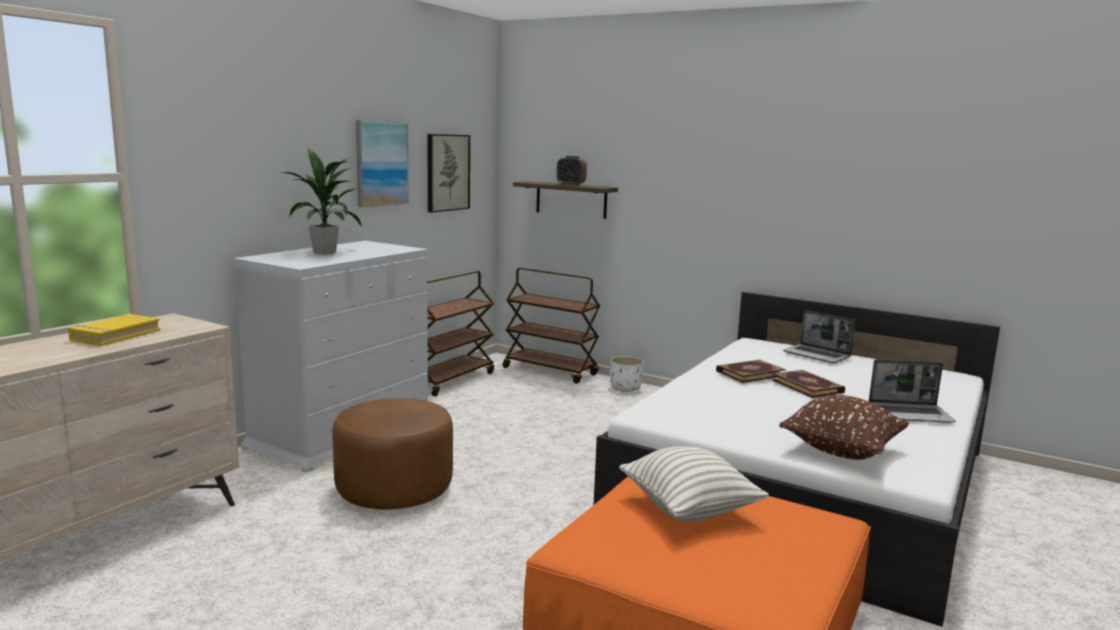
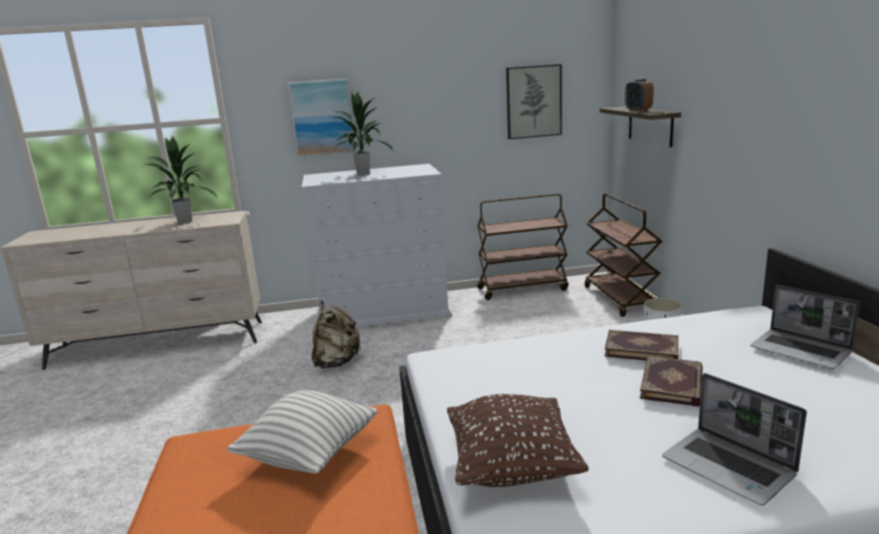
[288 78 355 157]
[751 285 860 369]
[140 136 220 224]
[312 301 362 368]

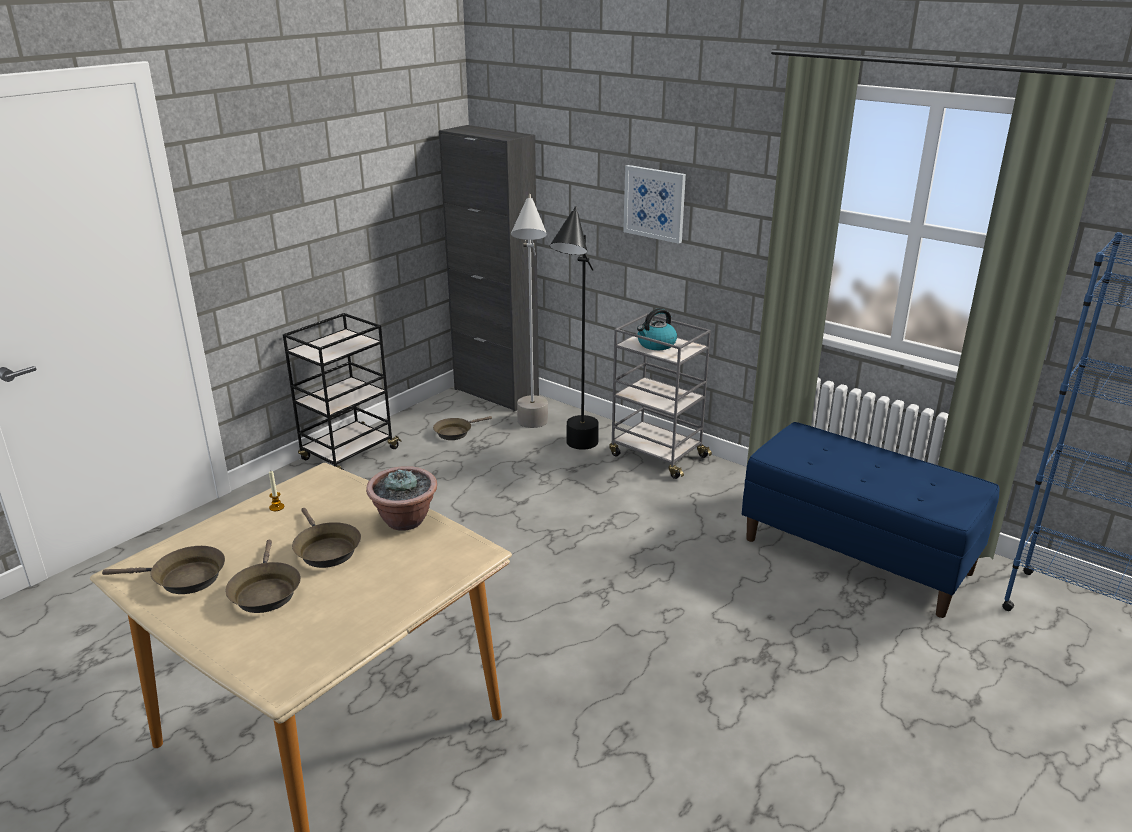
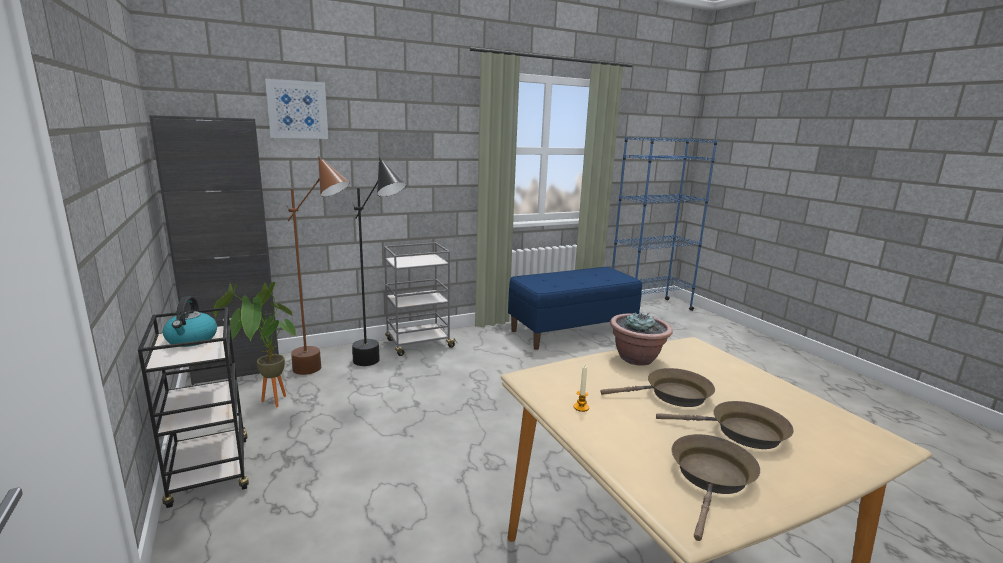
[265 79 328 139]
[286 157 350 375]
[163 296 217 347]
[214 282 296 407]

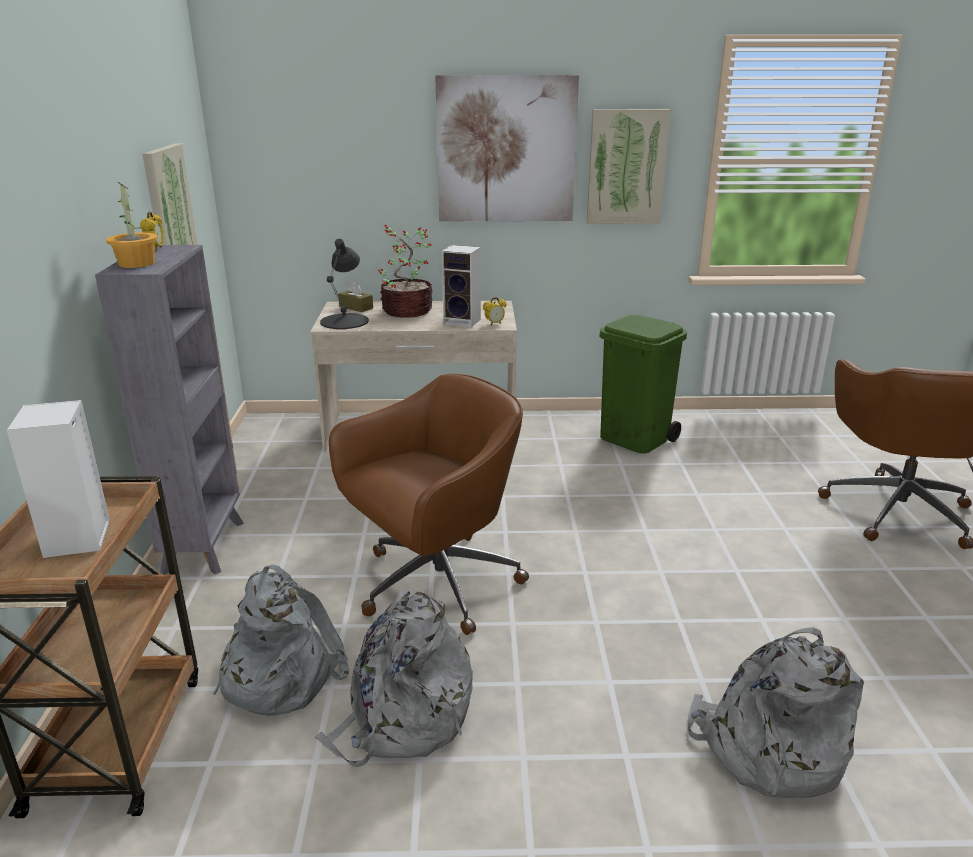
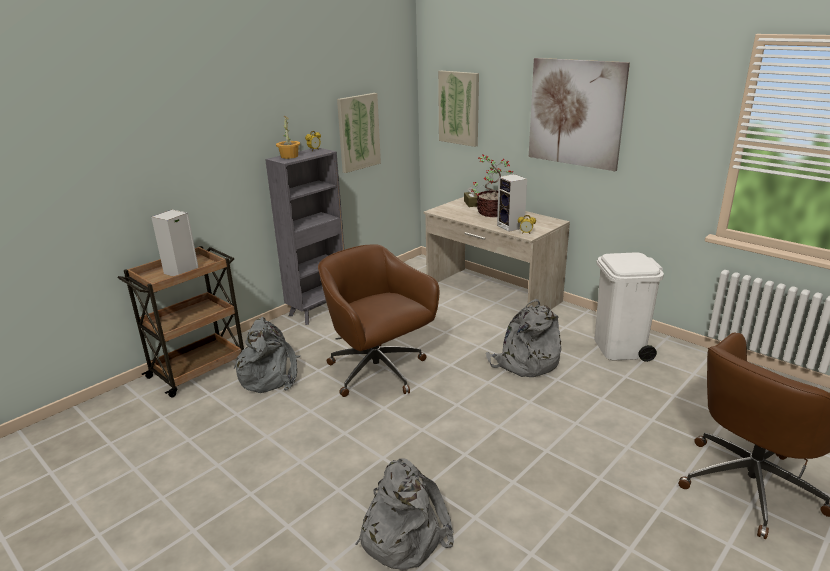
[438 71 479 147]
[320 239 369 329] (first image)
[594 252 664 362]
[318 244 439 397]
[486 299 562 377]

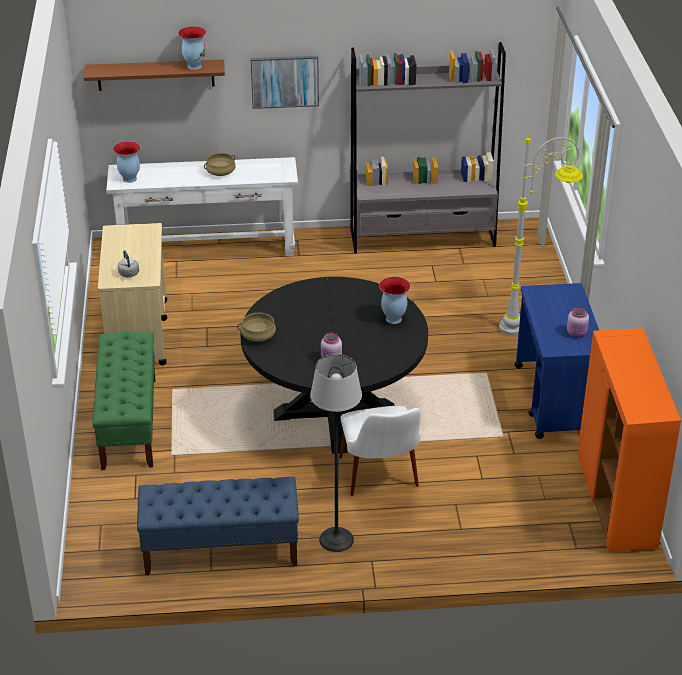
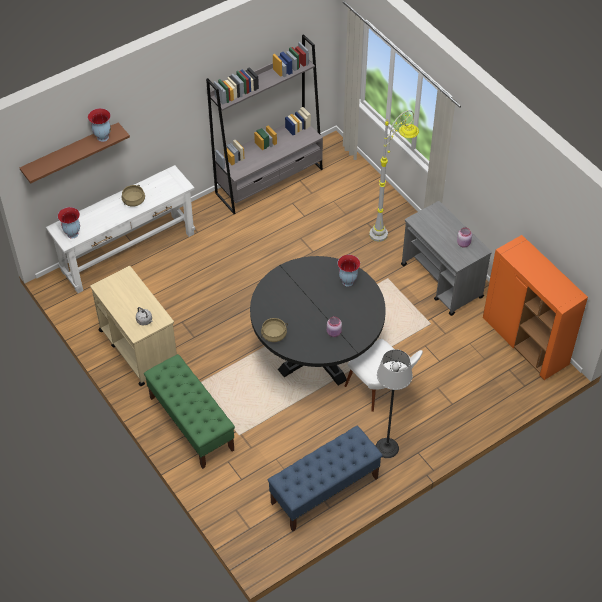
[251 56 319 109] (first image)
[401 201 492 316]

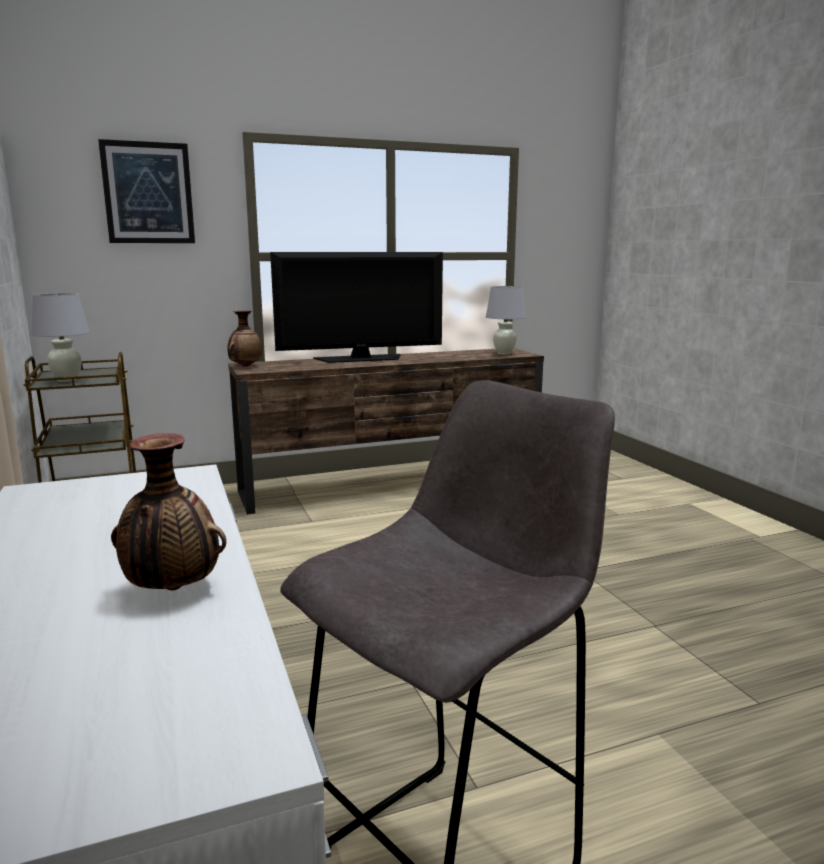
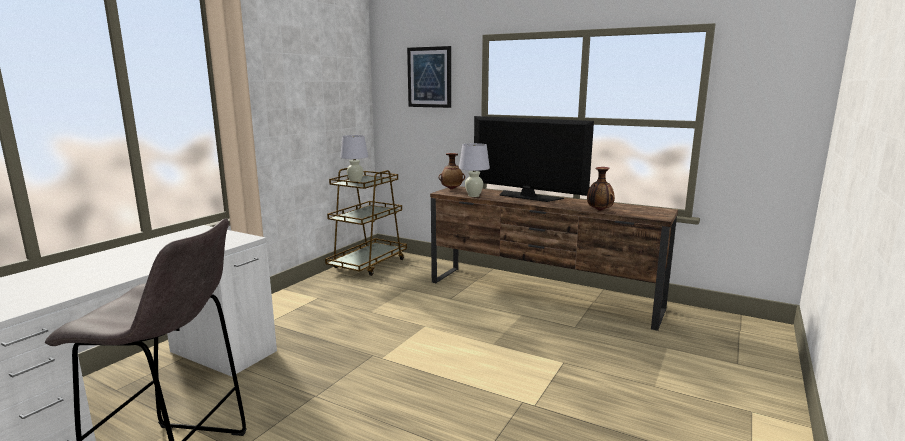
[459 143 490 197]
[587 167 615 211]

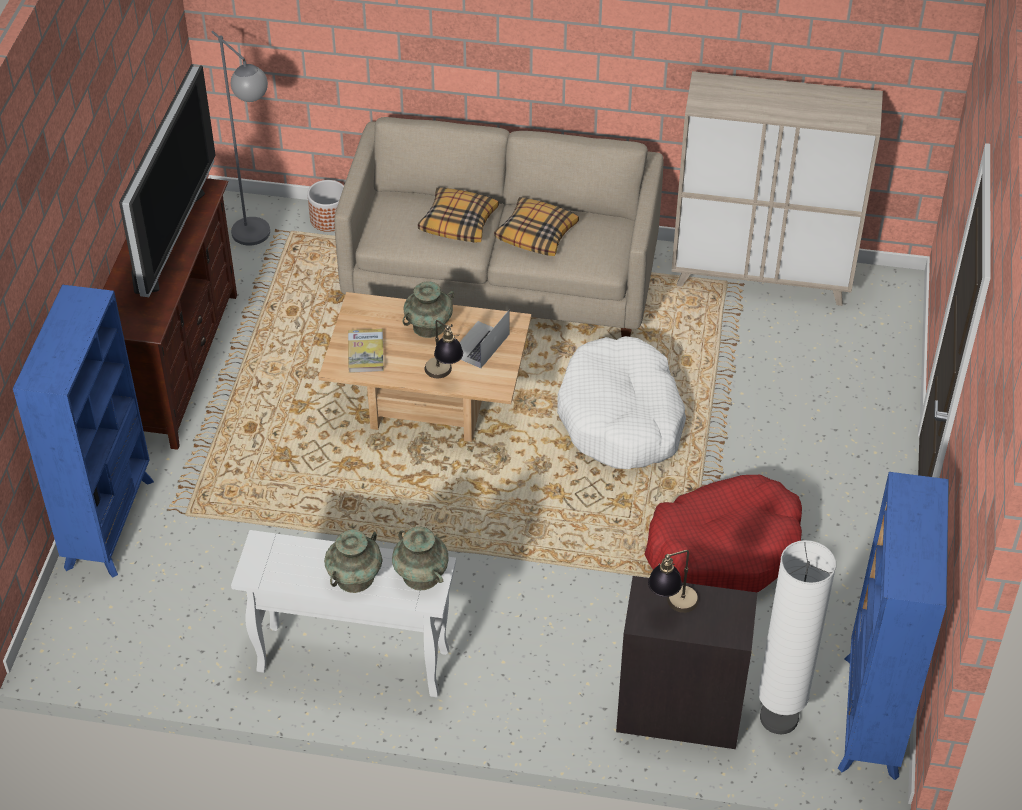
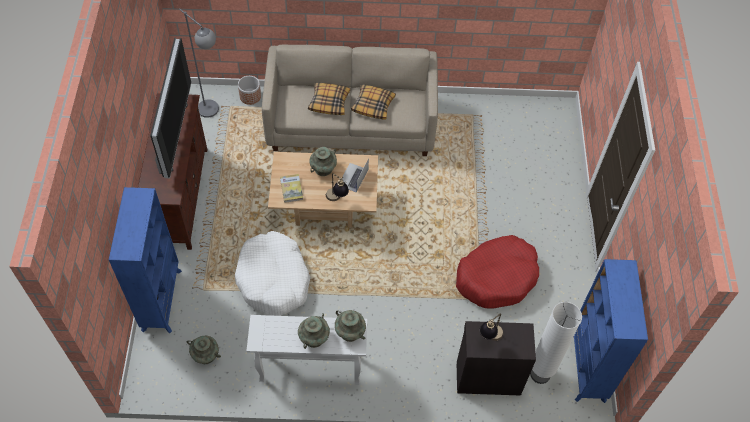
[671 71 883 306] (first image)
[235 231 311 316]
[187 336 221 364]

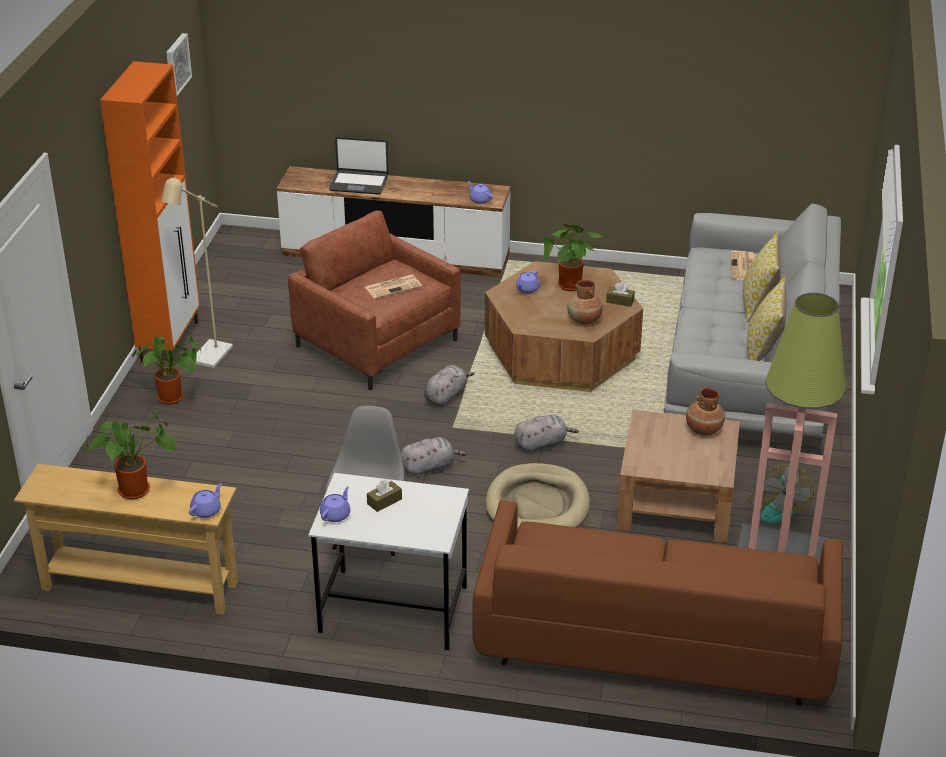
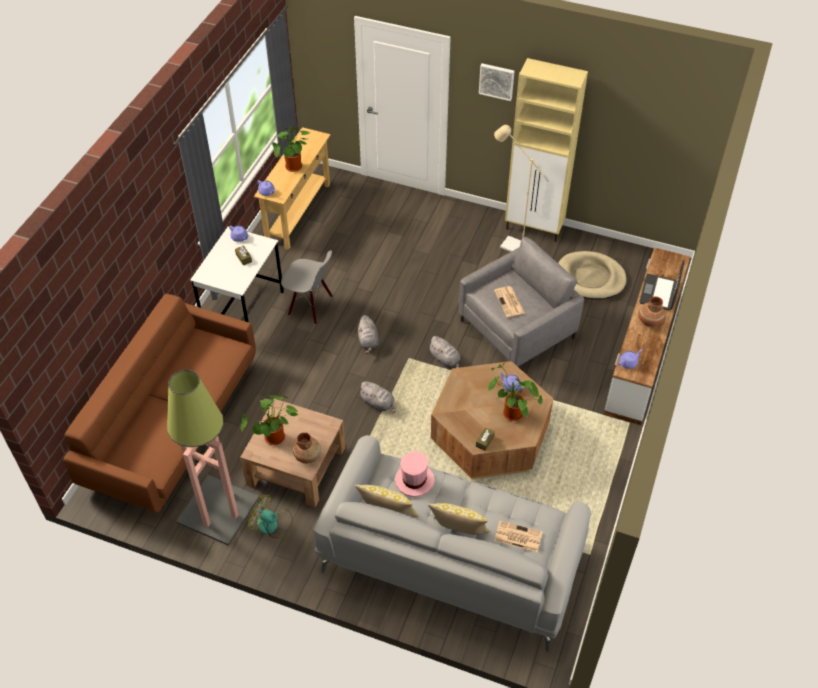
[479 63 514 101]
[505 58 588 242]
[459 237 584 367]
[638 296 665 327]
[241 395 298 445]
[358 381 395 414]
[558 251 627 300]
[395 451 435 497]

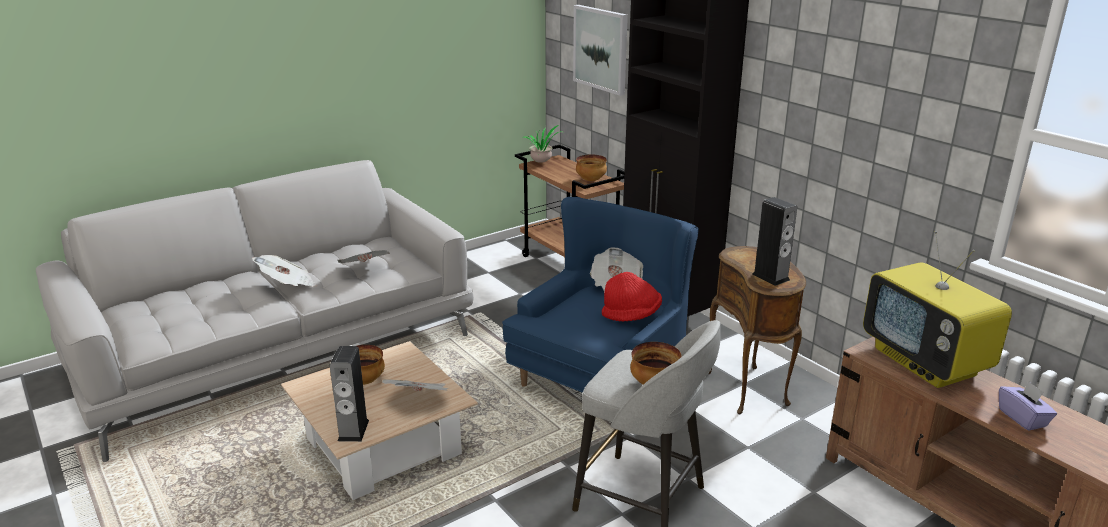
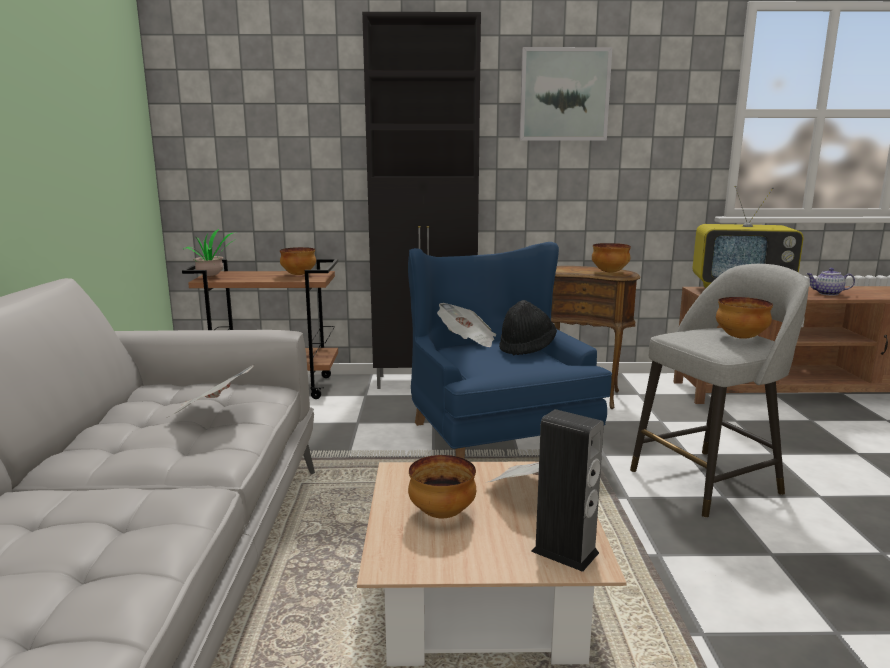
[520 47 612 141]
[592 243 631 273]
[252 255 317 287] (first image)
[499 300 557 355]
[807 268 855 296]

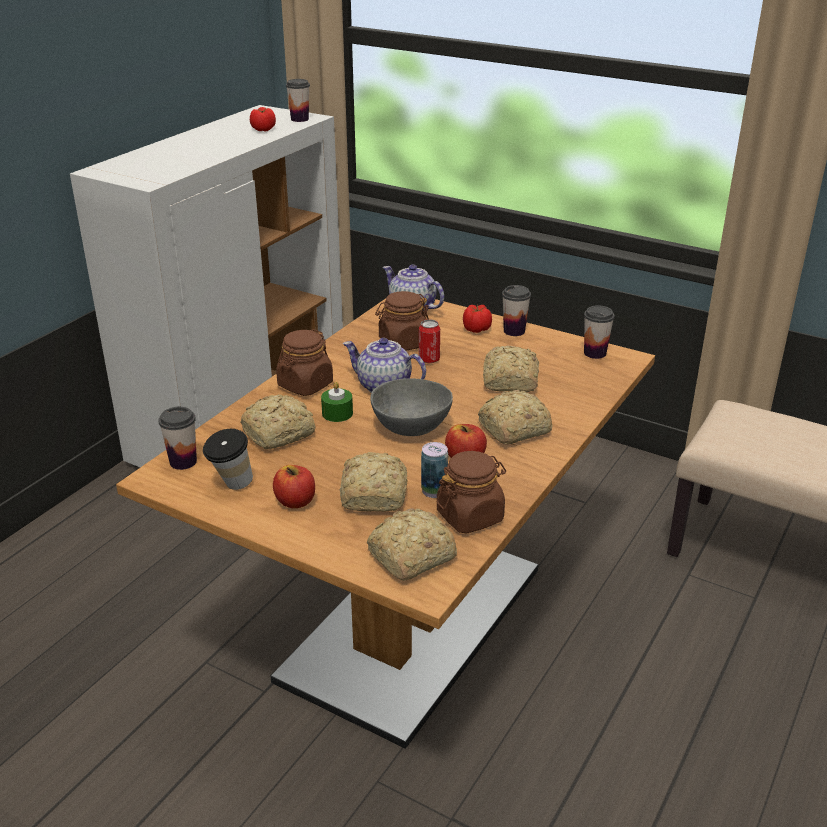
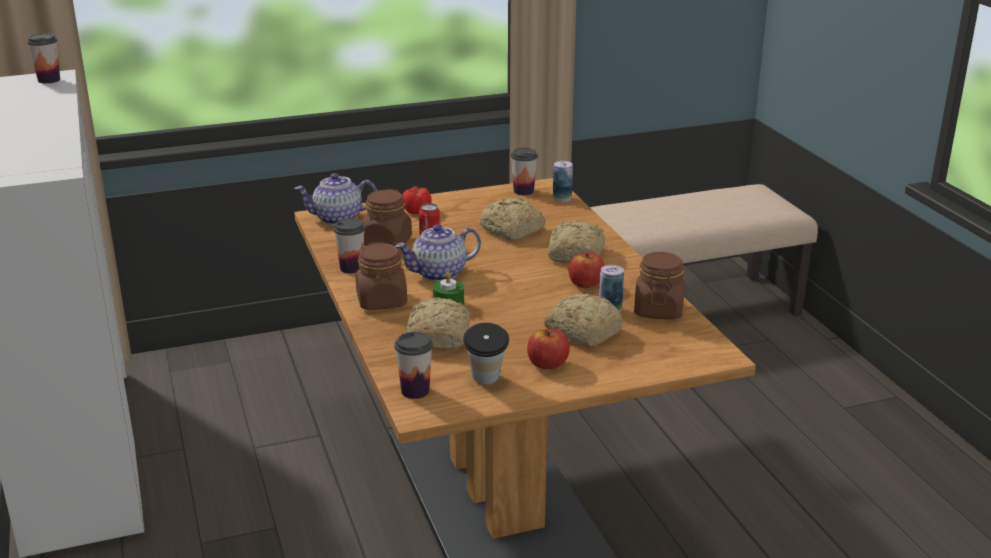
[250 107 276 131] (first image)
[333 218 365 274]
[370 378 453 436] (first image)
[367 508 457 581] (first image)
[553 161 573 202]

